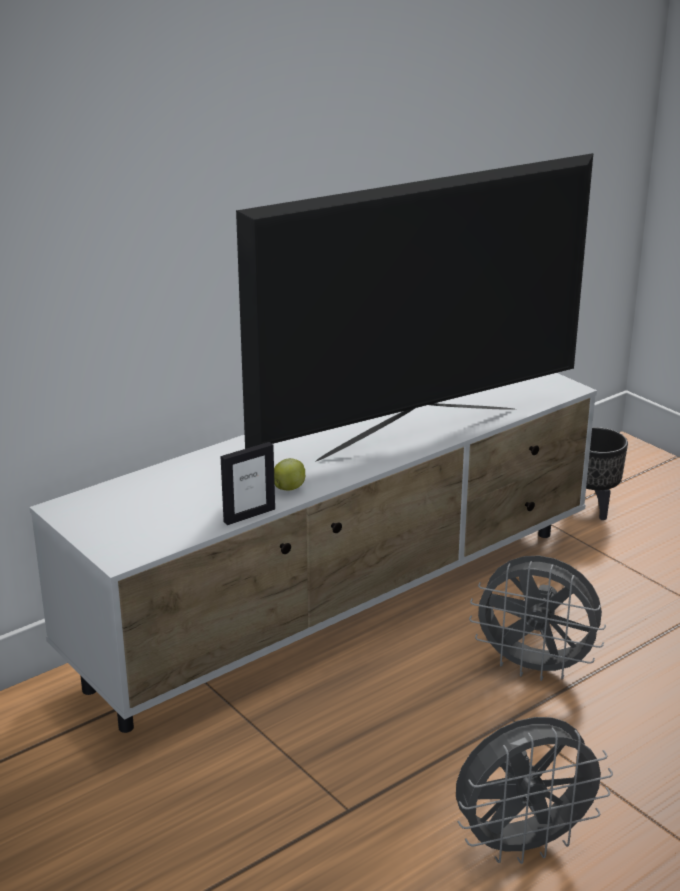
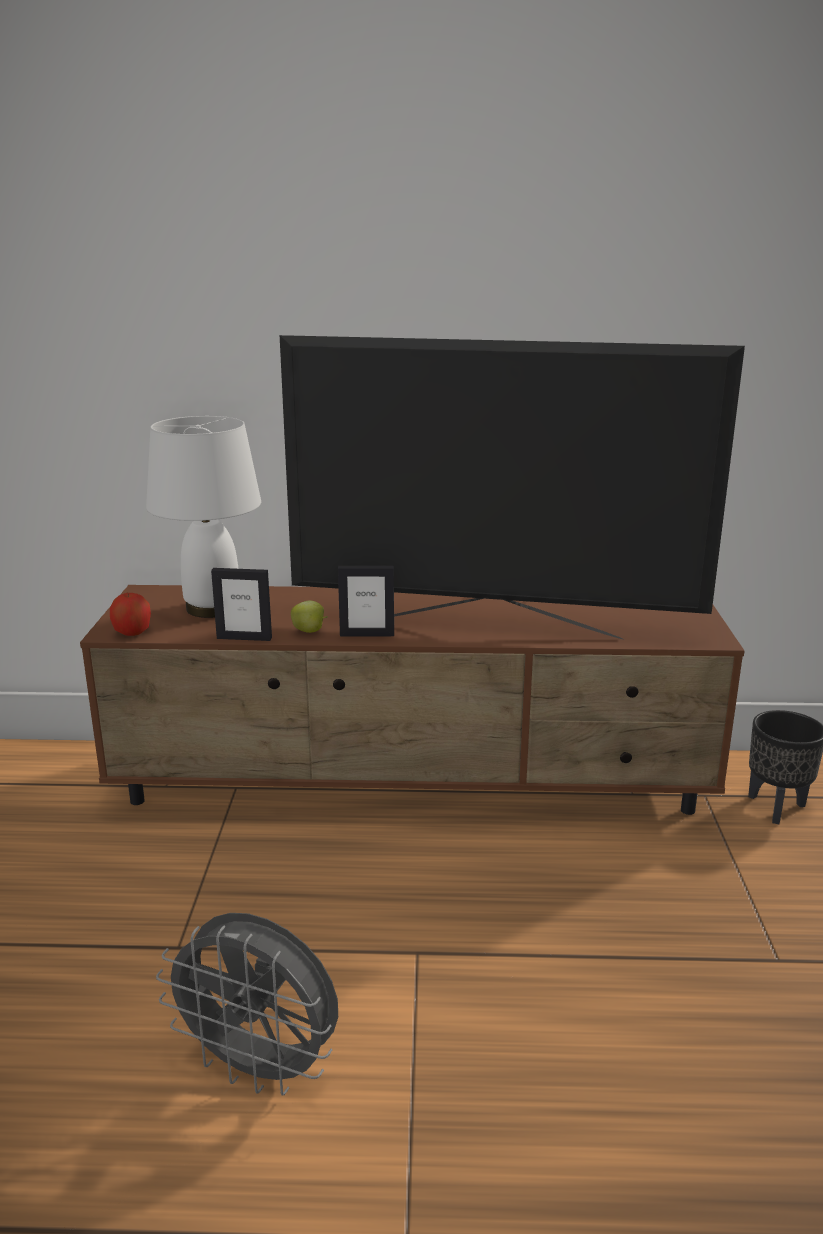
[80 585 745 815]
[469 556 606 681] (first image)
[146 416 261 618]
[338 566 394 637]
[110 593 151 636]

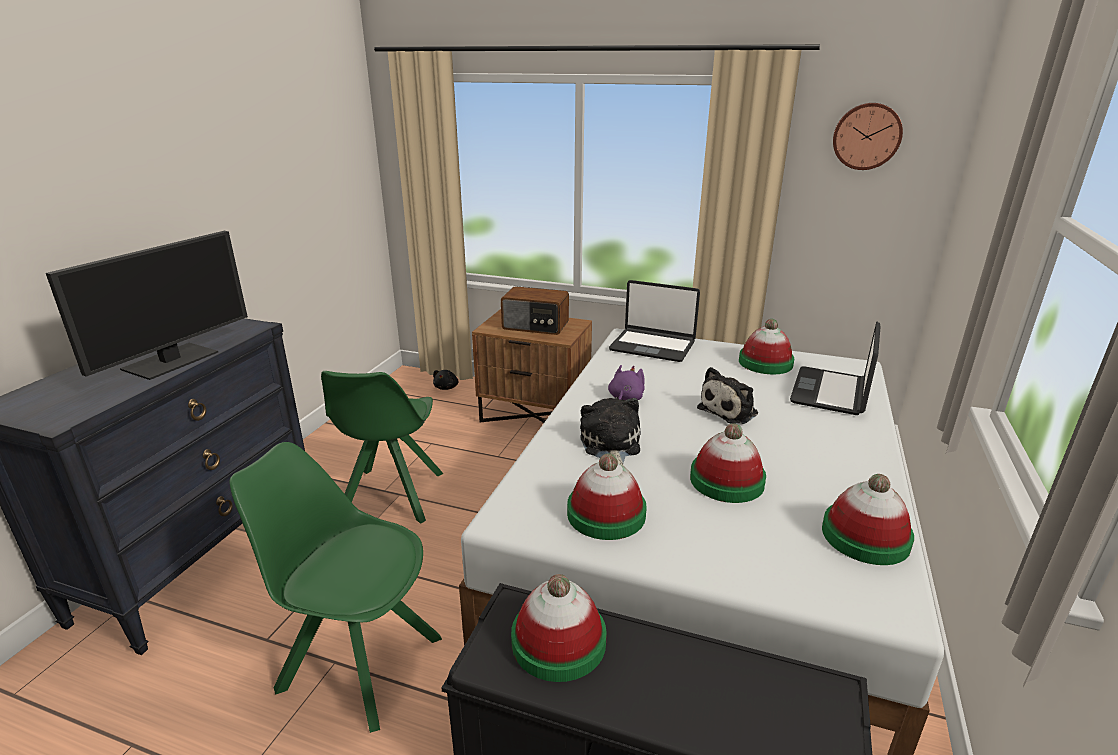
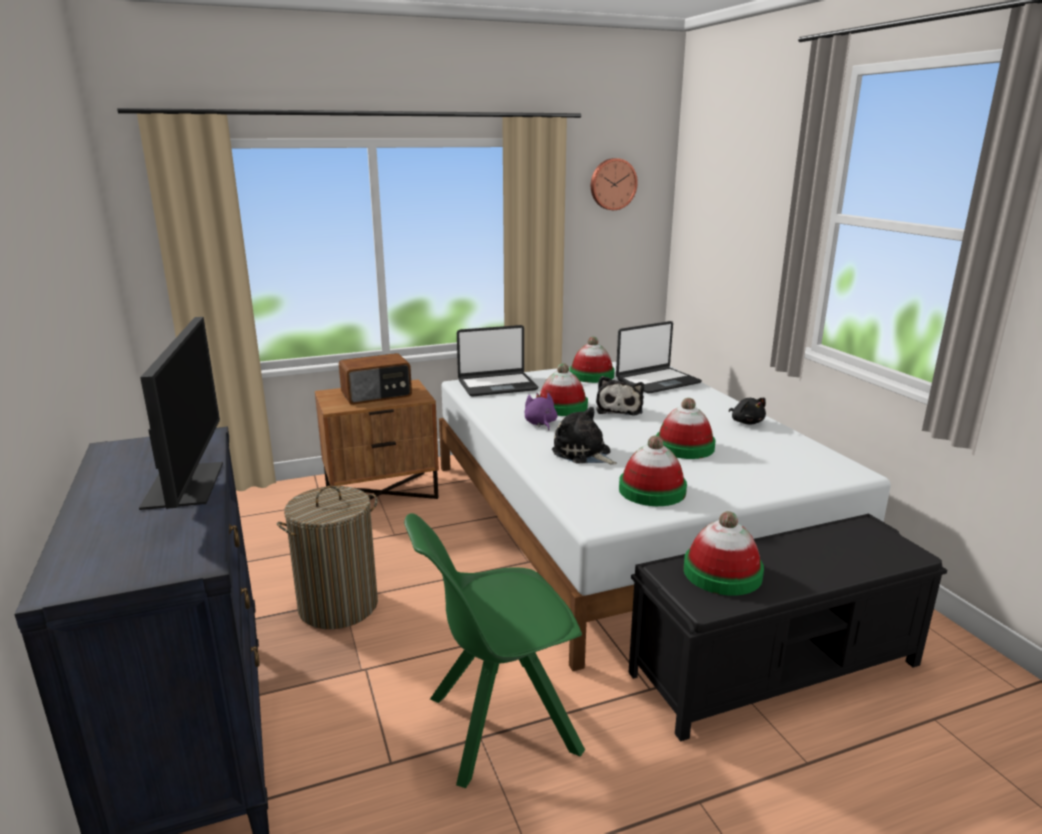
[616 321 702 394]
[729 398 766 424]
[277 486 378 629]
[539 363 588 416]

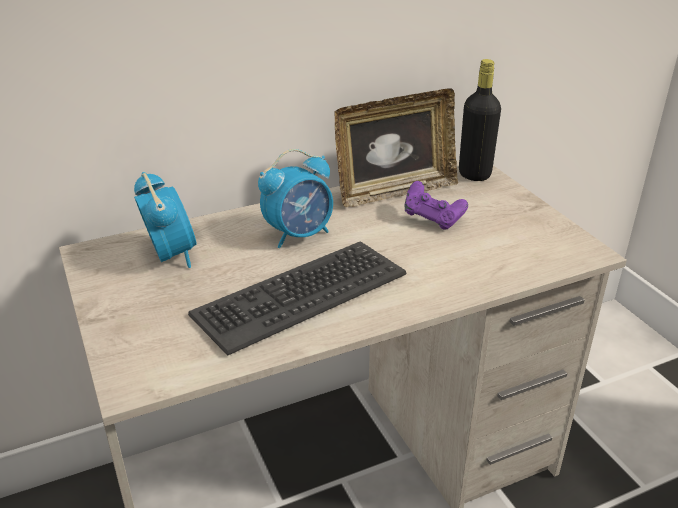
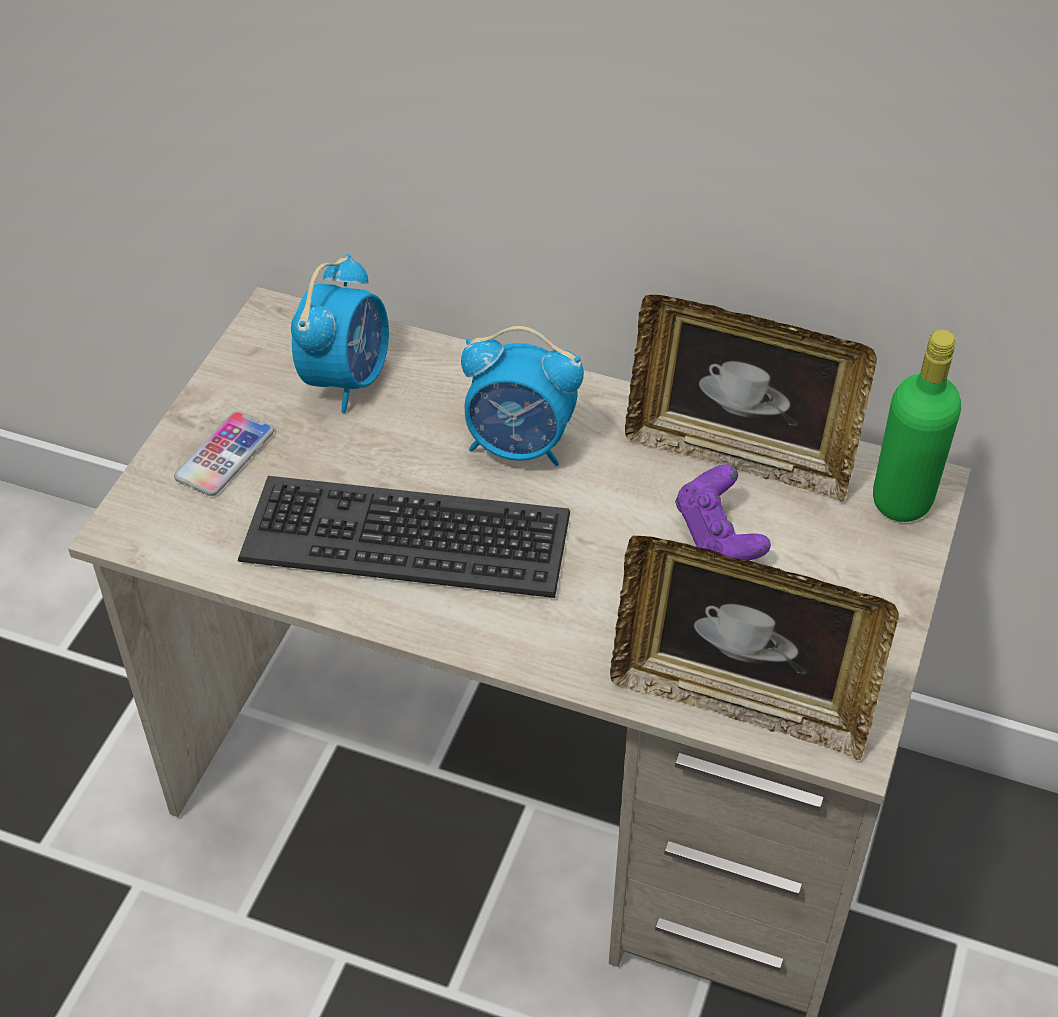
[873 330 961 522]
[174 411 274 496]
[610 536 899 760]

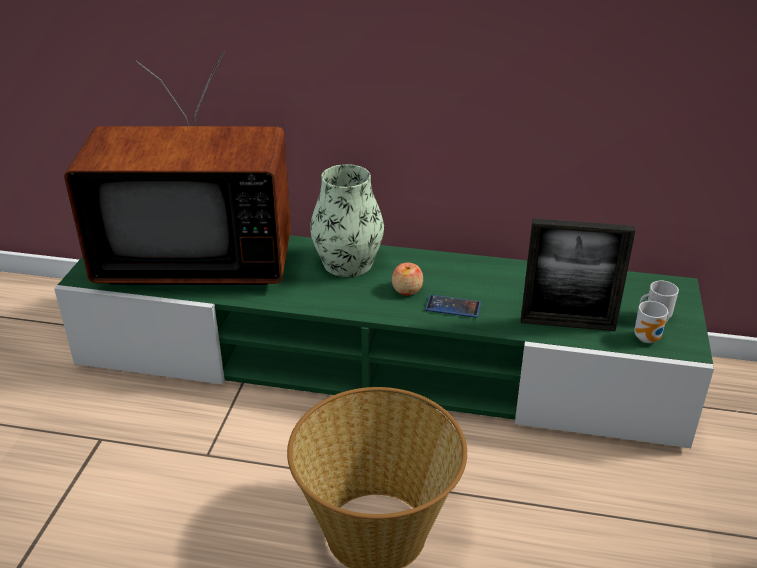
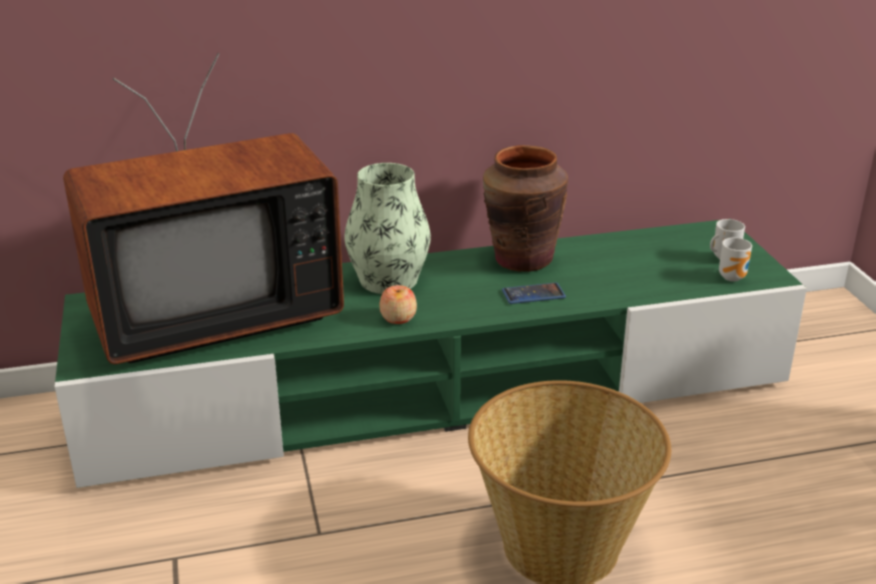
[521 218 635 331] (first image)
[379 285 417 324]
[483 145 568 272]

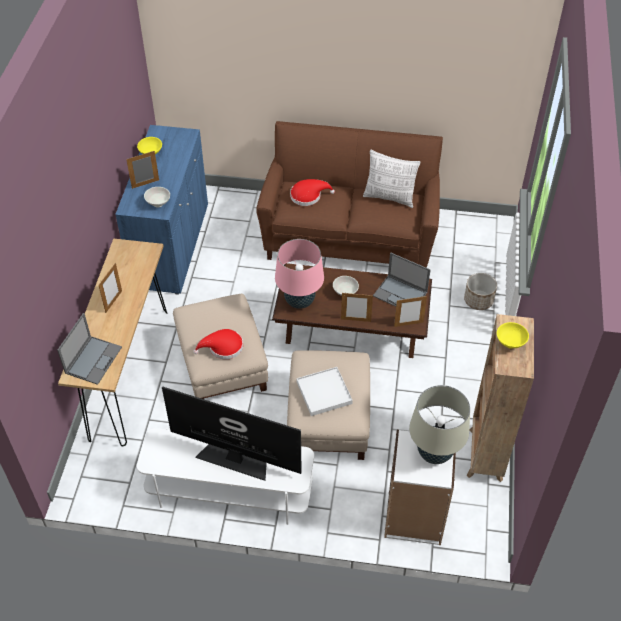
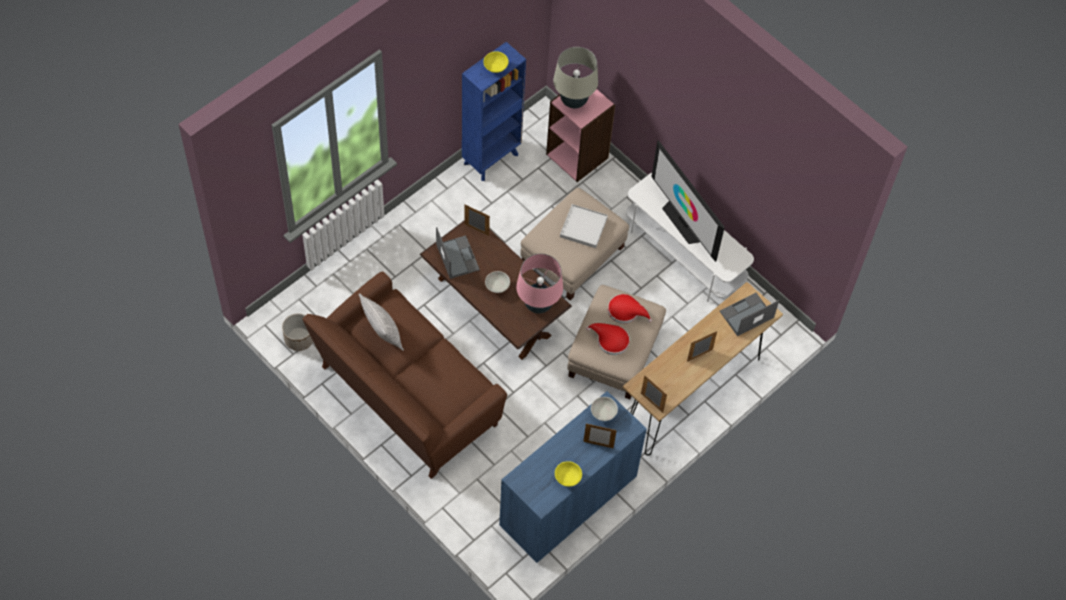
[586 323 630 355]
[282 313 313 351]
[641 375 667 413]
[462 42 526 181]
[546 89 615 182]

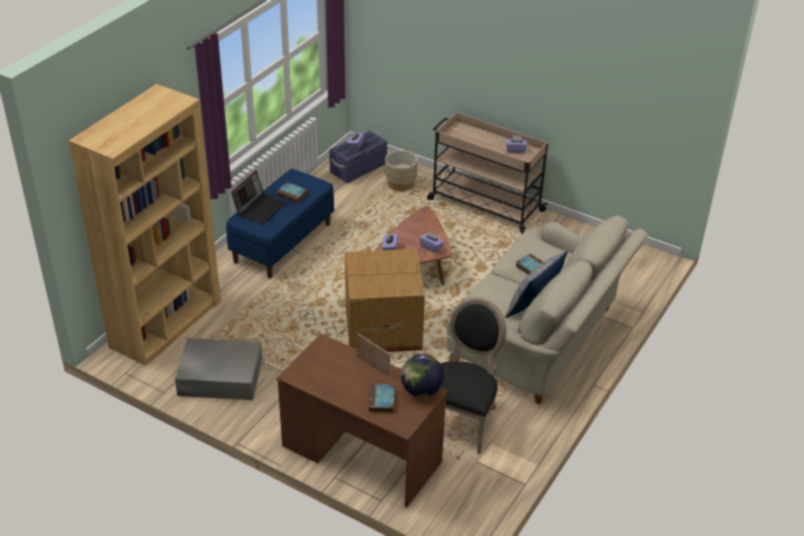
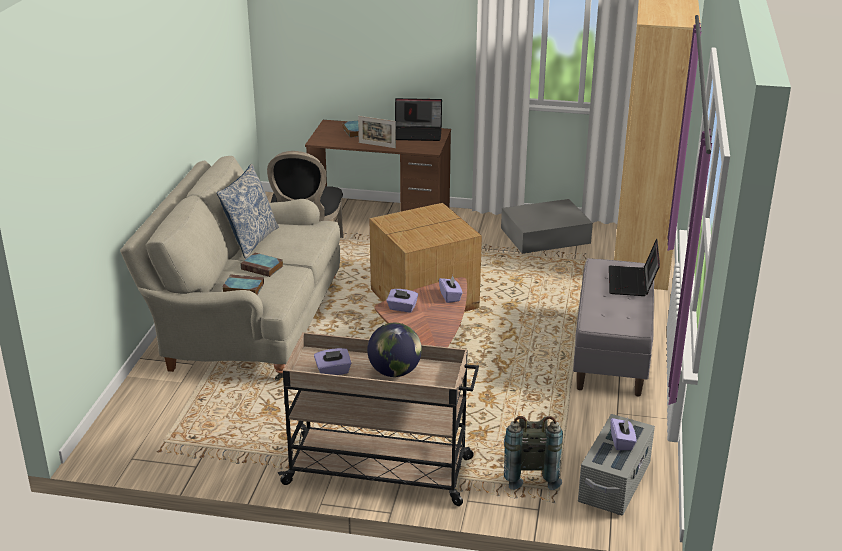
[578 414 655 515]
[504 416 563 490]
[573 258 654 397]
[222 274 264 295]
[367 323 422 377]
[395 98 442 141]

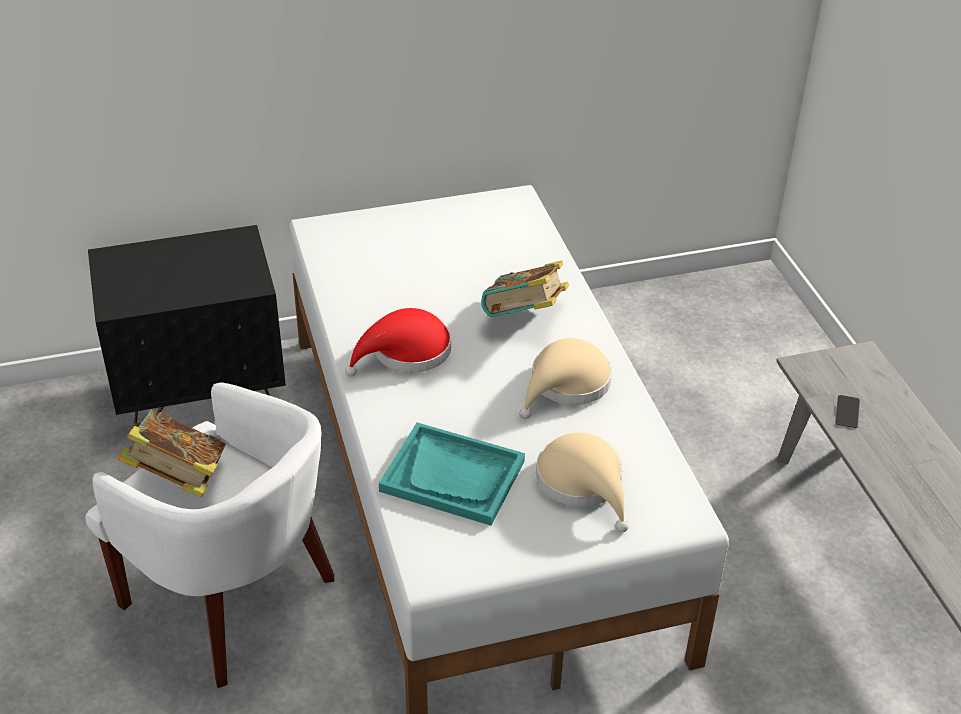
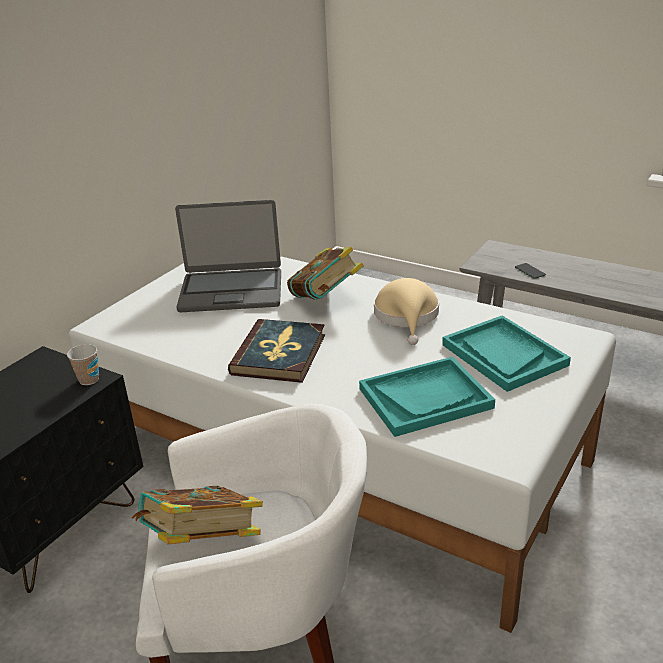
[228 319 325 383]
[442 315 571 392]
[175 200 281 312]
[67 344 99 385]

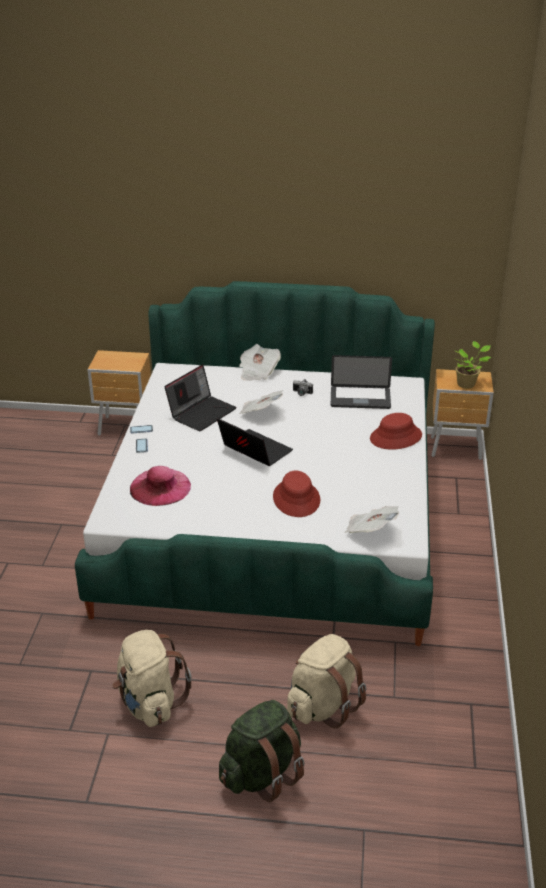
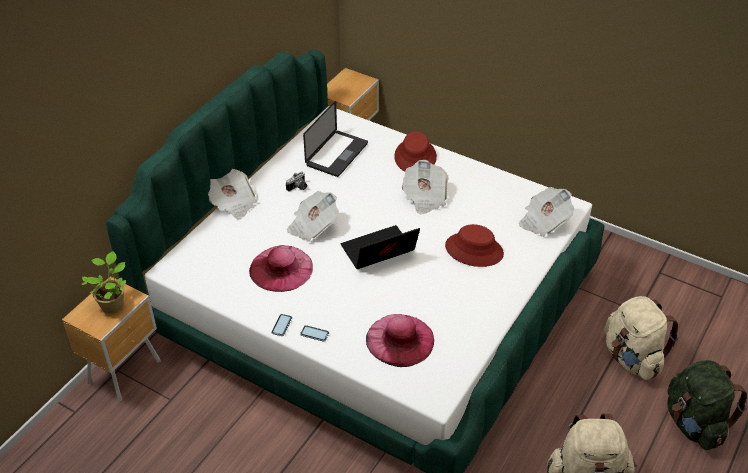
[82 251 126 314]
[249 245 313 292]
[401 160 449 214]

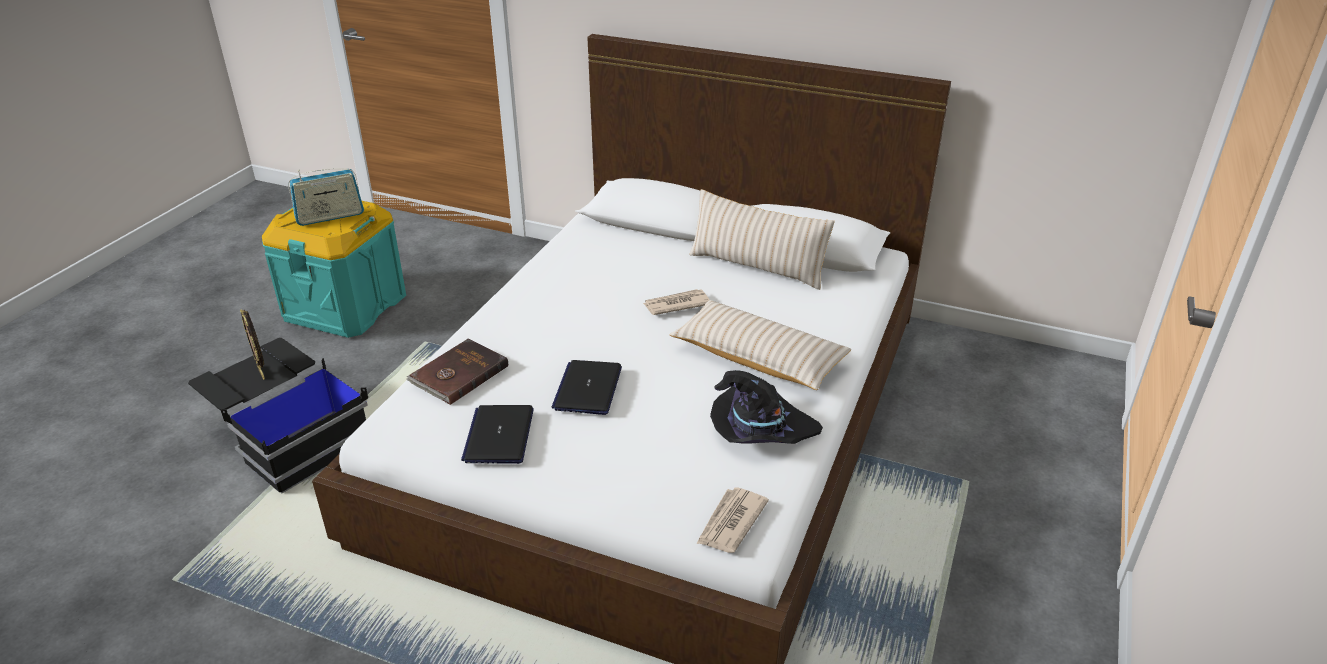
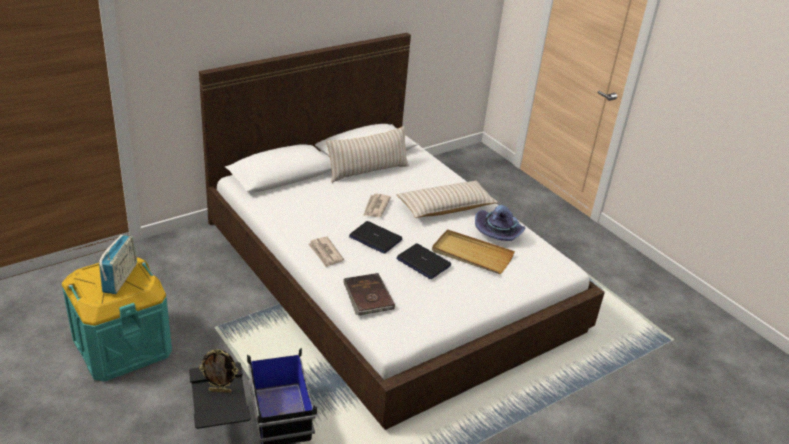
[475 205 525 241]
[349 221 402 254]
[308 237 344 267]
[432 229 515 274]

